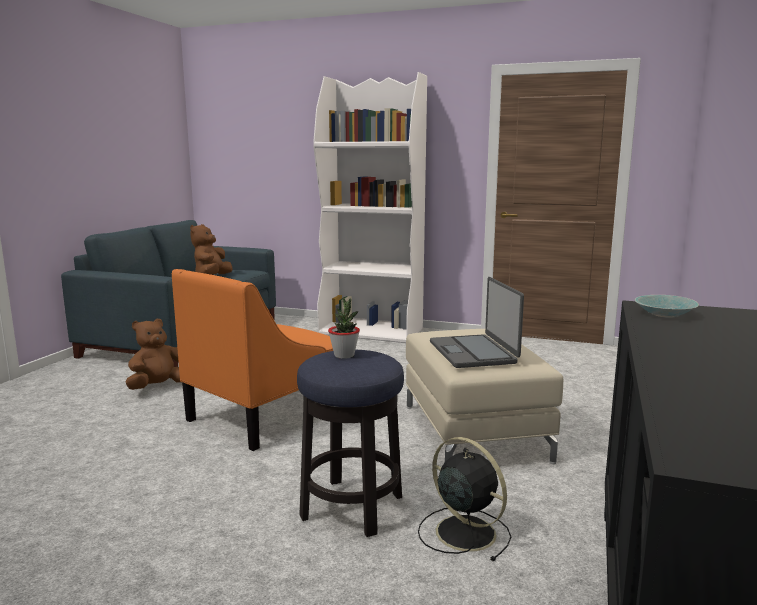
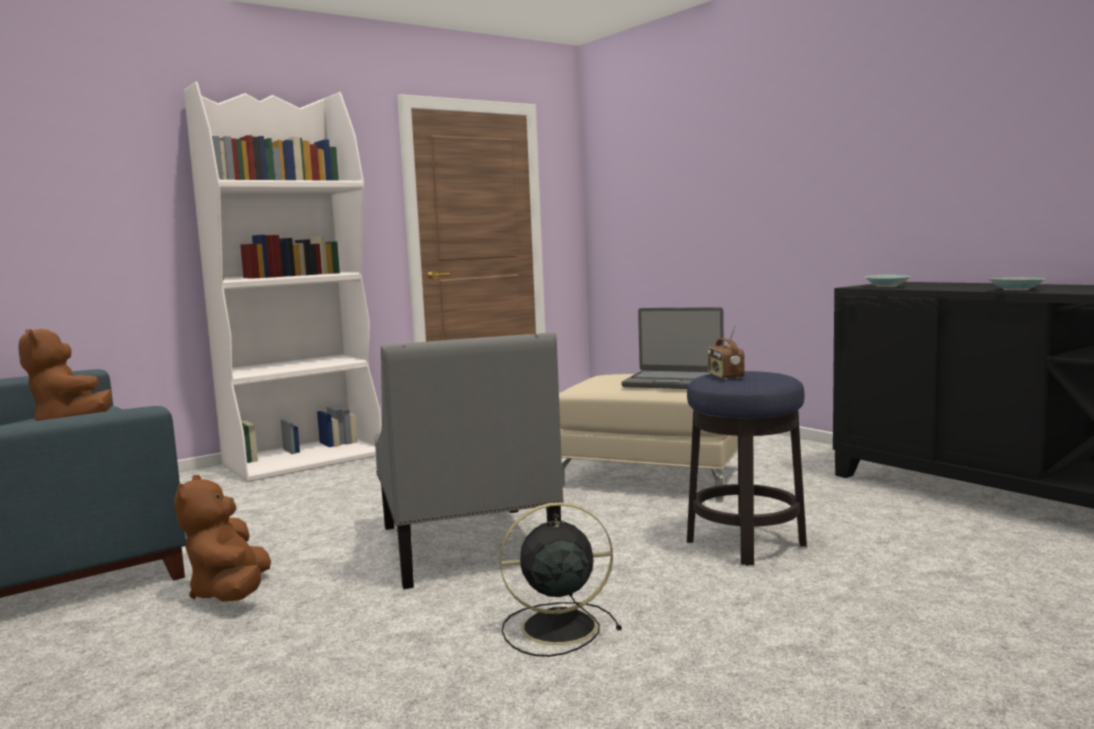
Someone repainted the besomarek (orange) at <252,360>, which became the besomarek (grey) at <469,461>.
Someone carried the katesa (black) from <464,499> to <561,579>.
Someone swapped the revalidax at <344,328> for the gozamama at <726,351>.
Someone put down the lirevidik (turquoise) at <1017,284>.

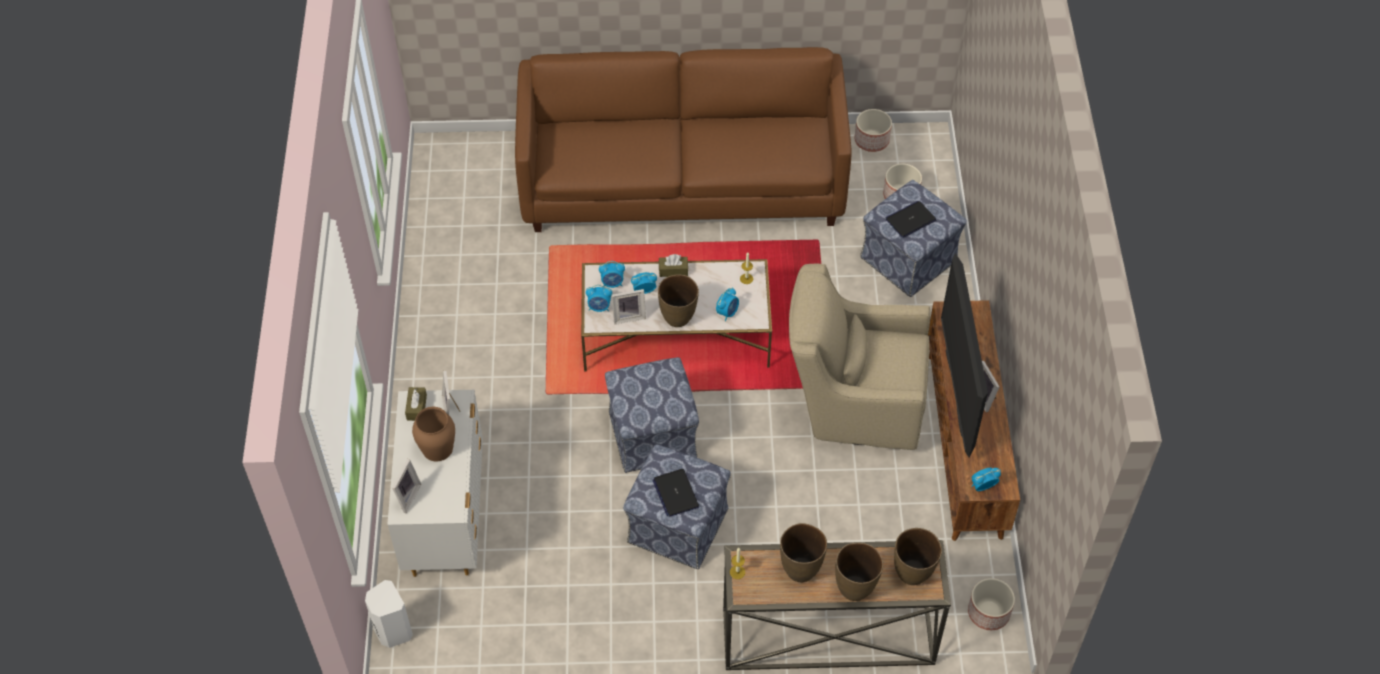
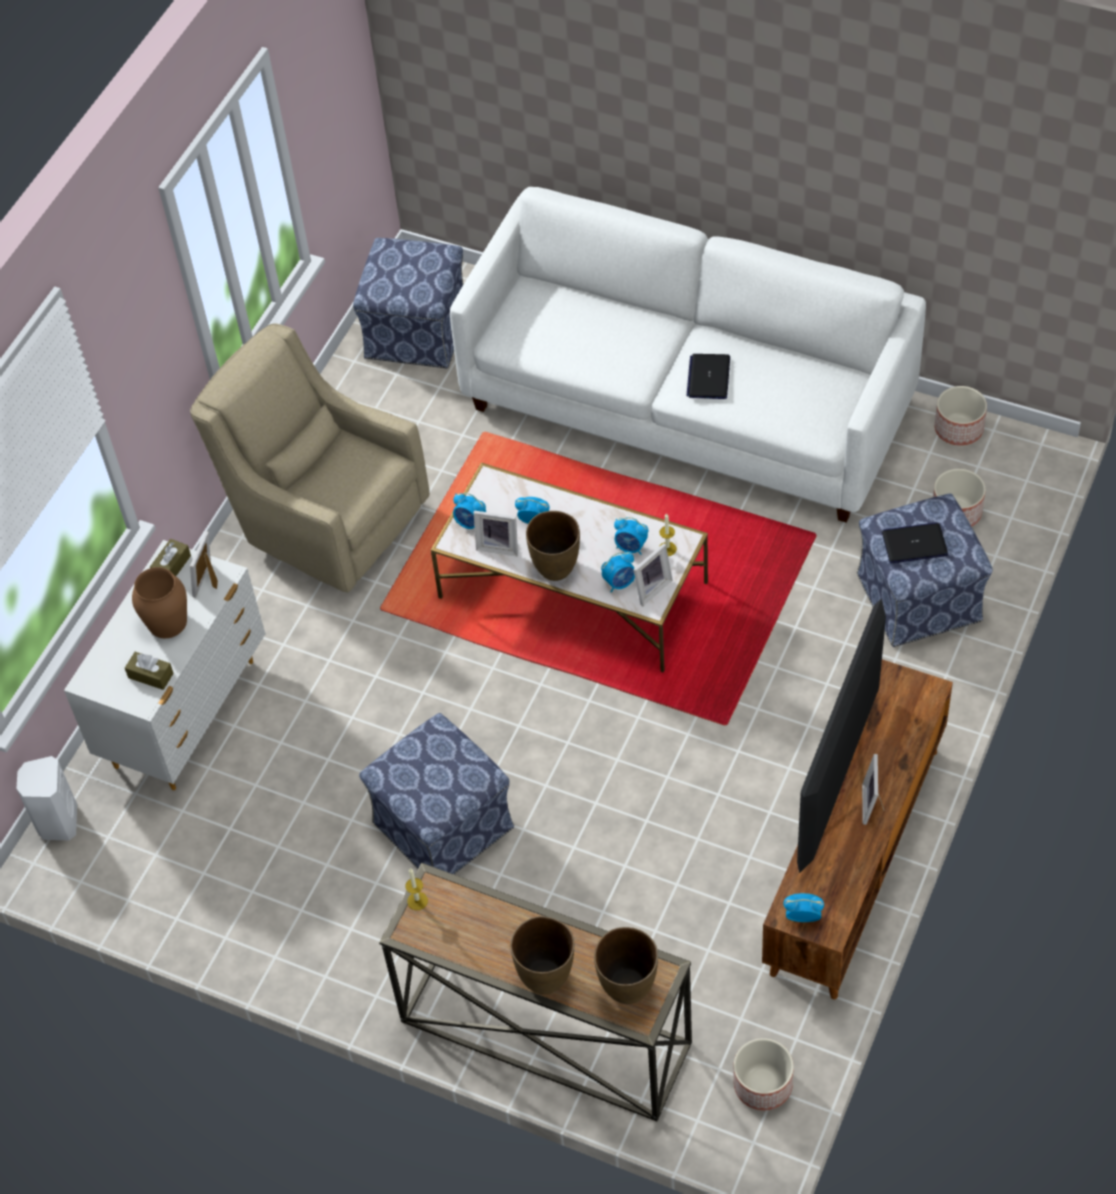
Someone carried the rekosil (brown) from <673,265> to <149,671>.
Someone carried the besomarek (beige) from <859,357> to <310,457>.
Someone carried the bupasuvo from <652,415> to <408,303>.
Someone repainted the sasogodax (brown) at <683,139>, which became the sasogodax (white) at <688,355>.
Someone carried the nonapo from <612,274> to <631,536>.
Someone carried the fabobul from <406,486> to <653,574>.
Someone carried the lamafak from <676,493> to <708,376>.
Someone took away the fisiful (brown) at <803,552>.

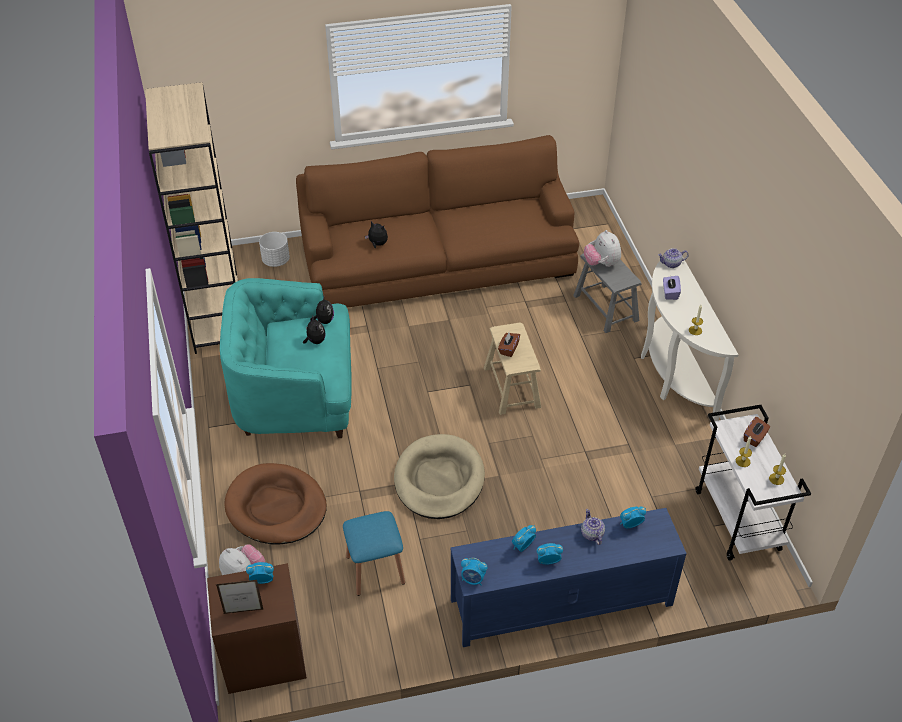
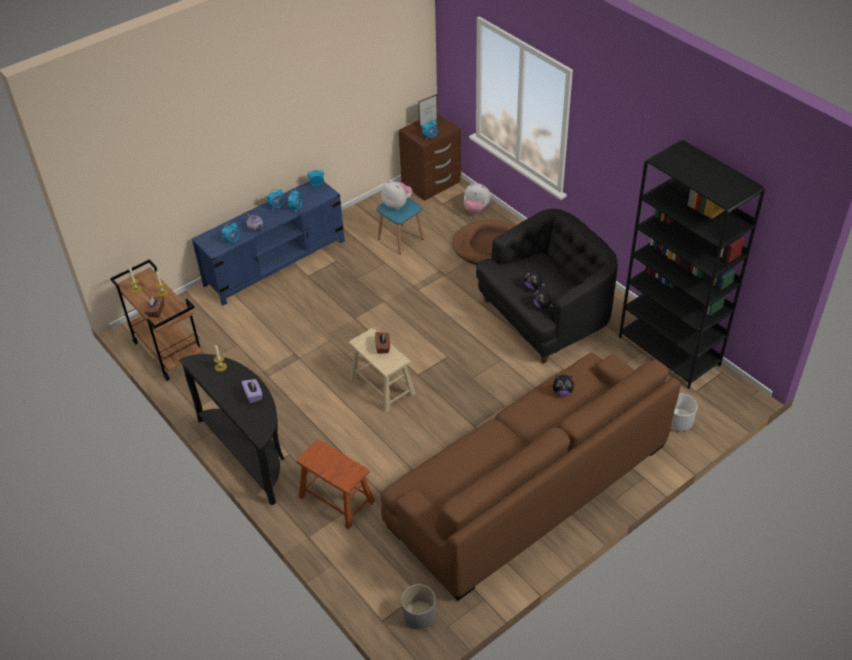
Someone repainted the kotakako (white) at <753,483>, which became the kotakako (brown) at <156,320>.
Someone repainted the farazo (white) at <690,338>, which became the farazo (black) at <231,430>.
Someone repainted the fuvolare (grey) at <607,293>, which became the fuvolare (brown) at <335,484>.
Someone carried the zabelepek from <602,248> to <397,195>.
Someone put down the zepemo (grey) at <418,607>.
Someone repainted the besomarek (turquoise) at <286,358>, which became the besomarek (black) at <547,286>.
Someone repainted the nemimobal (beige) at <191,218>, which became the nemimobal (black) at <692,264>.
Someone took away the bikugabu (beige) at <439,476>.
Someone took away the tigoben at <673,258>.

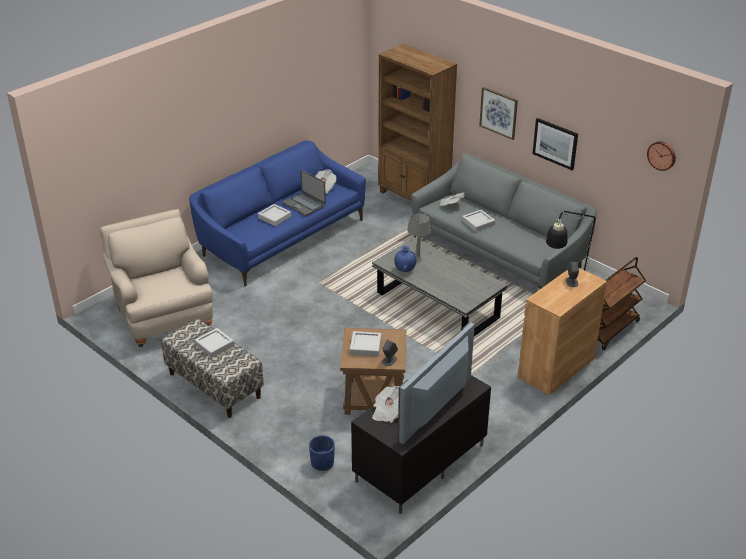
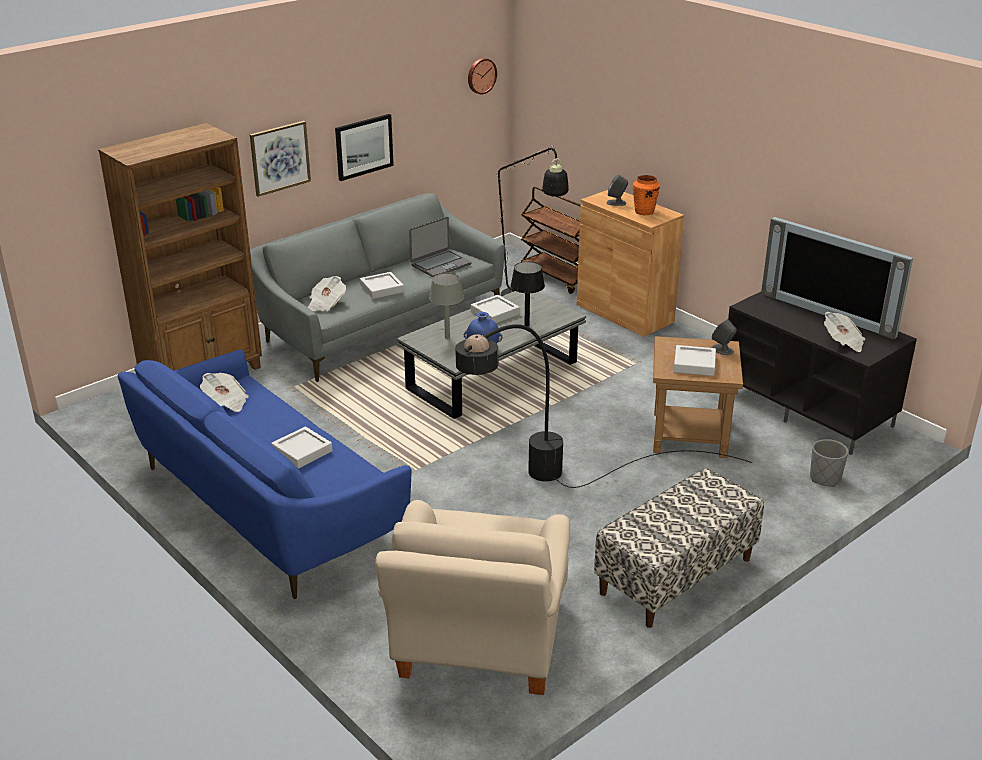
Someone rotated the besomarek (beige) at <156,278> by 60 degrees counterclockwise.
Someone carried the lamafak from <304,193> to <440,247>.
Someone put down the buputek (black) at <604,406>.
Someone carried the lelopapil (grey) from <214,343> to <495,309>.
Someone put down the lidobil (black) at <528,294>.
Someone put down the fisiful (orange) at <646,195>.
Someone repainted the zepemo (blue) at <322,453>, which became the zepemo (grey) at <829,463>.

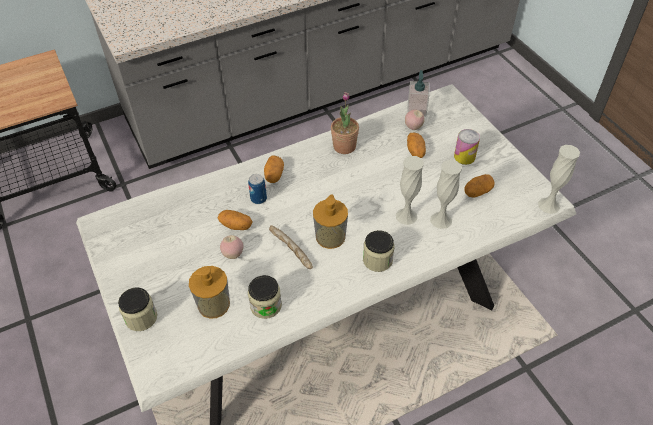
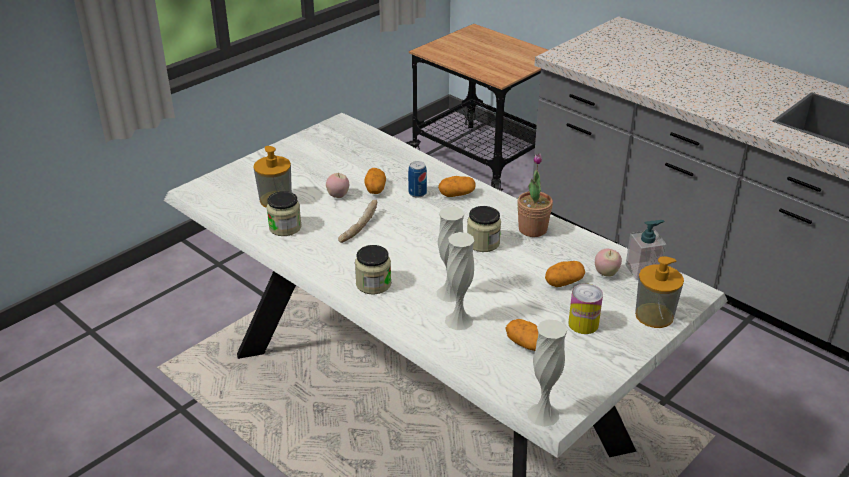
Someone carried the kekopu from <137,309> to <484,229>.
Someone carried the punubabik from <330,221> to <659,292>.

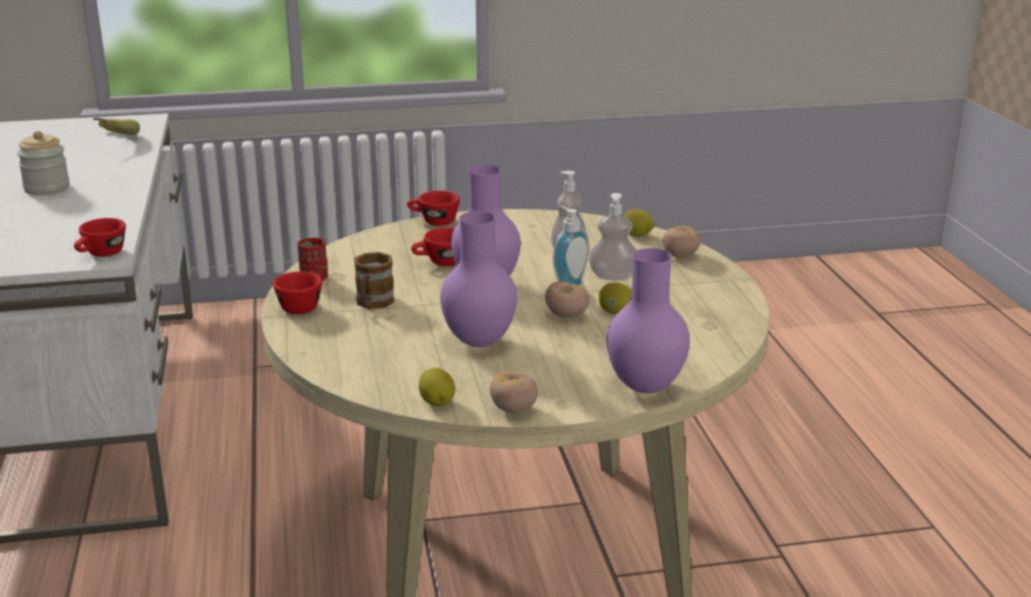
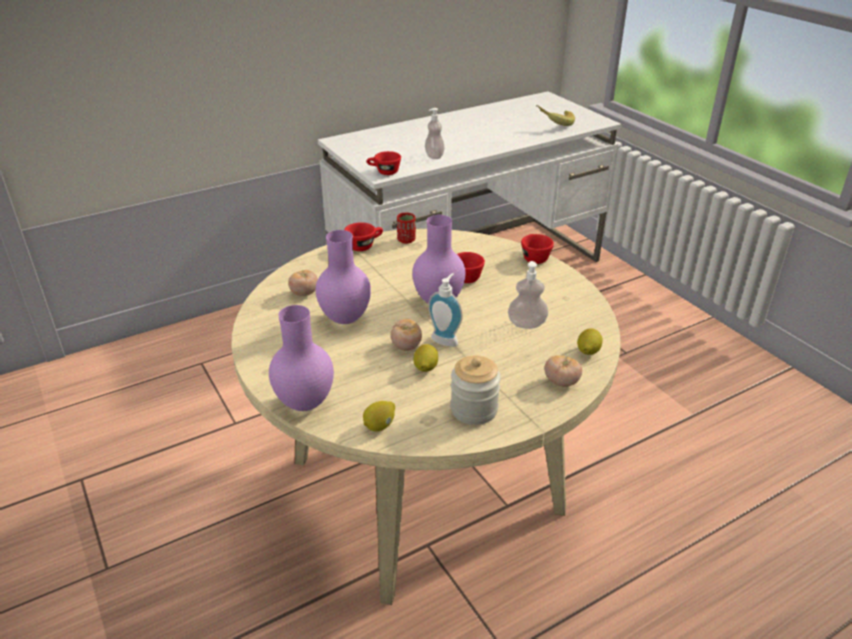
Someone carried the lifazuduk from <514,391> to <303,283>.
Someone carried the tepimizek from <437,387> to <379,416>.
Someone carried the punubabik from <612,237> to <435,133>.
Someone carried the kekopu from <43,163> to <475,390>.
Someone took away the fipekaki at <374,280>.

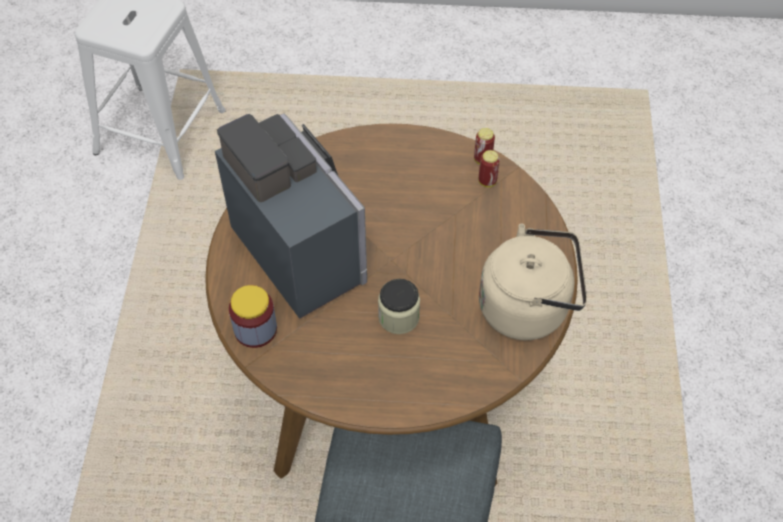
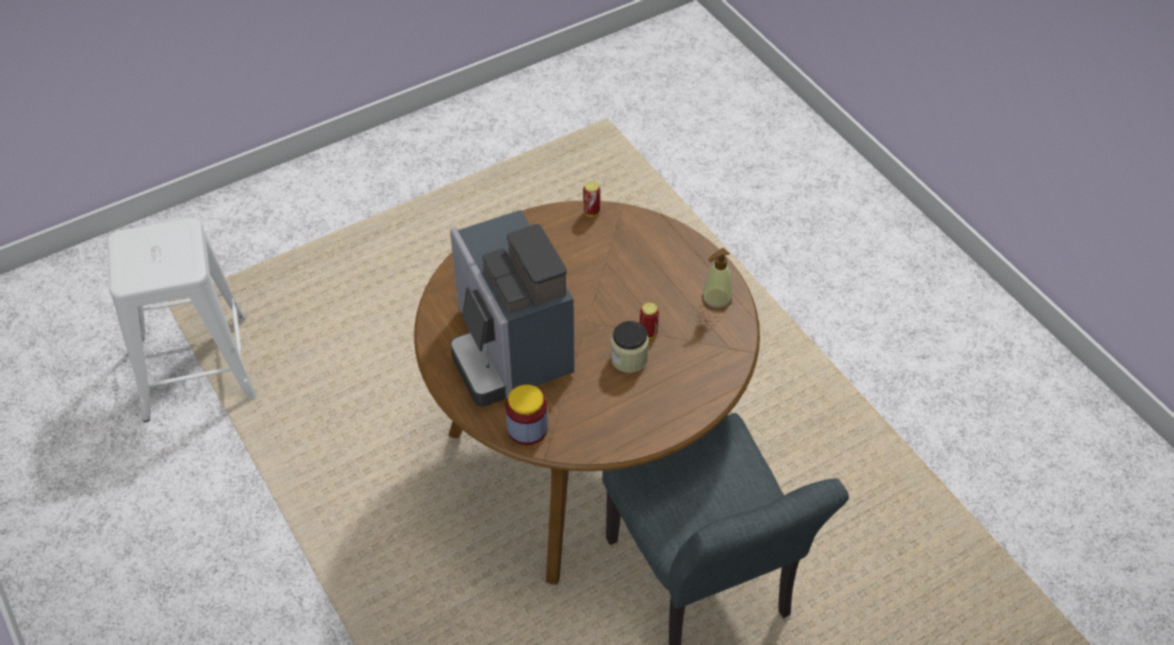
Someone rotated the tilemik at <291,216> by 135 degrees counterclockwise.
Someone carried the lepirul from <489,168> to <649,321>.
Someone swapped the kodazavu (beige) at <533,281> for the punubabik at <717,279>.

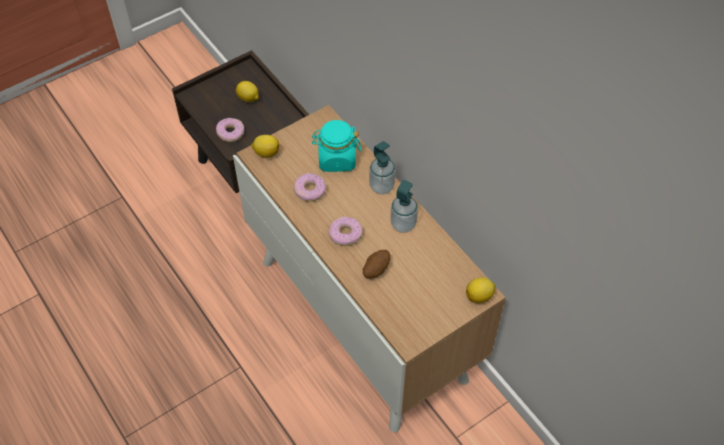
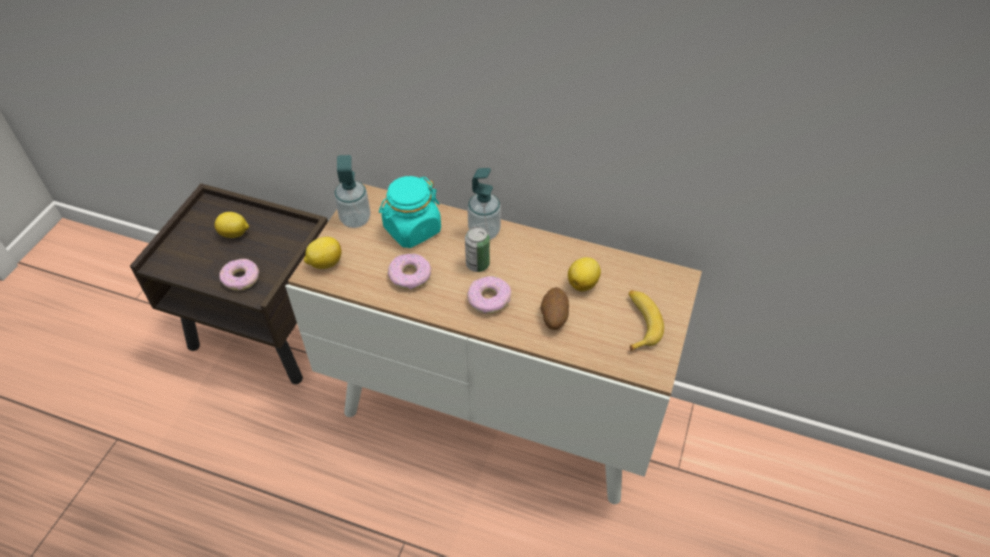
Someone carried the punubabik from <404,206> to <352,191>.
Someone put down the lepirul at <477,249>.
Someone carried the tepimizek from <480,290> to <584,274>.
Someone put down the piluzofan at <646,320>.

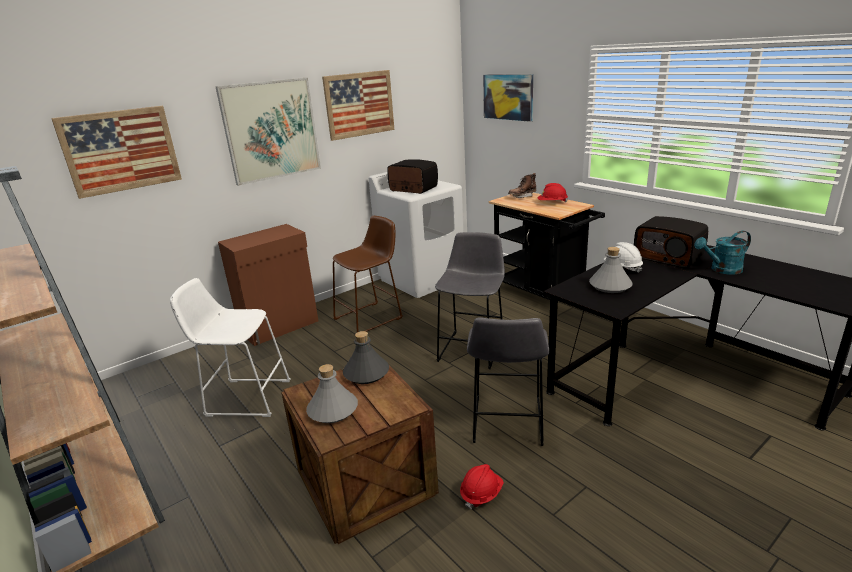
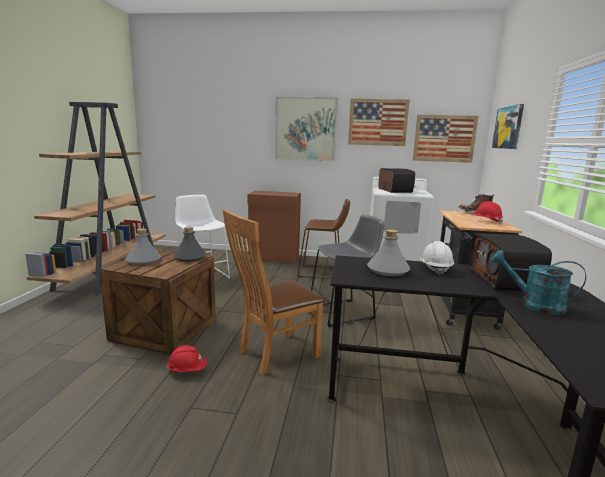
Someone swapped the fuvolare (grey) at <508,381> for the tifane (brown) at <274,292>.
Someone carried the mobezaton from <116,152> to <446,138>.

